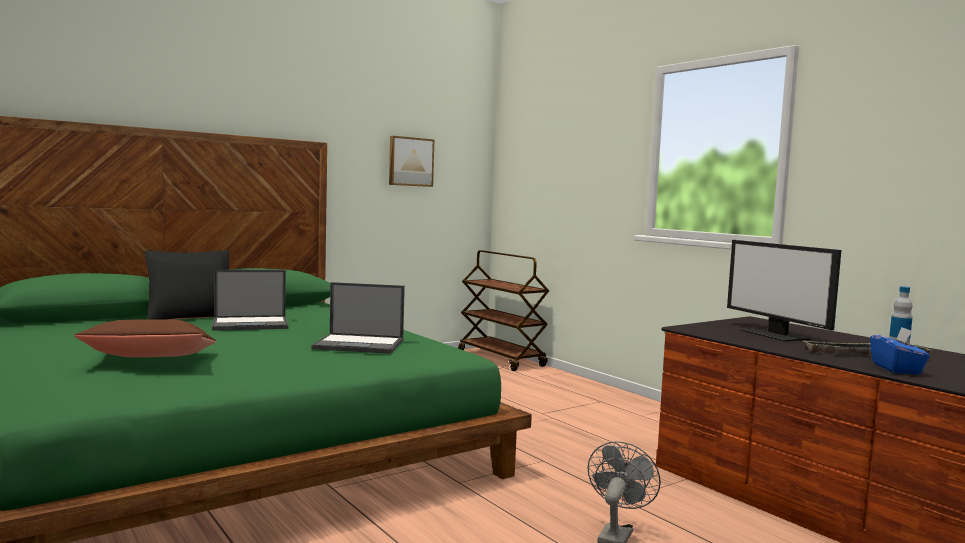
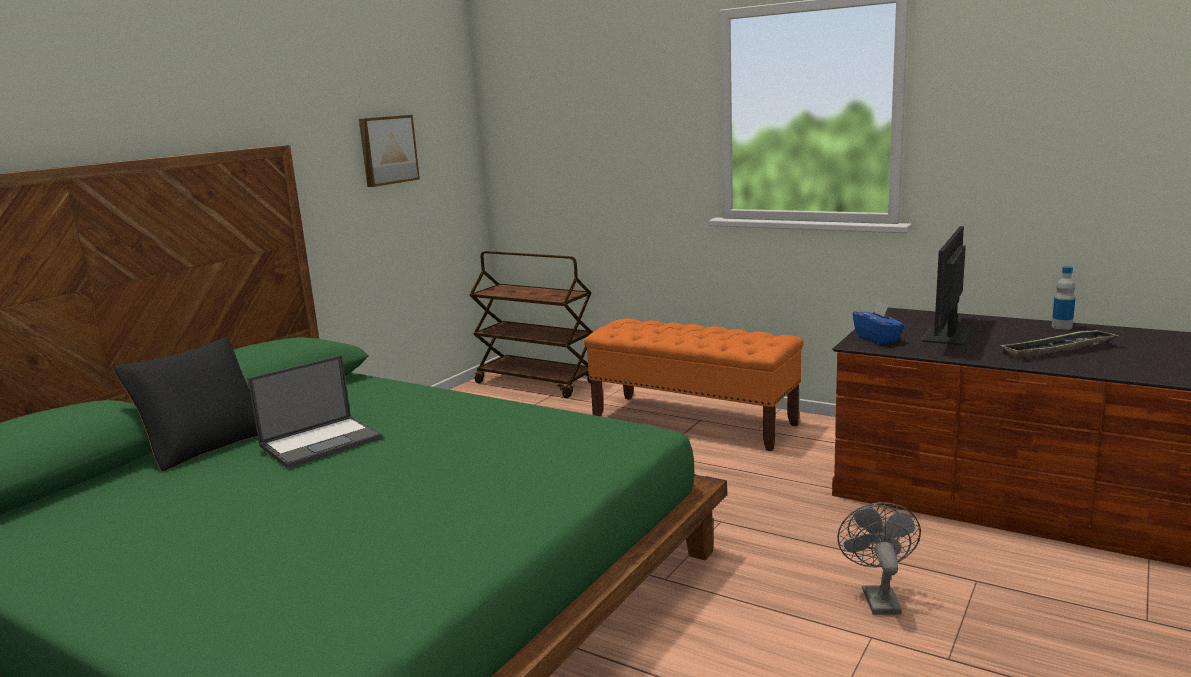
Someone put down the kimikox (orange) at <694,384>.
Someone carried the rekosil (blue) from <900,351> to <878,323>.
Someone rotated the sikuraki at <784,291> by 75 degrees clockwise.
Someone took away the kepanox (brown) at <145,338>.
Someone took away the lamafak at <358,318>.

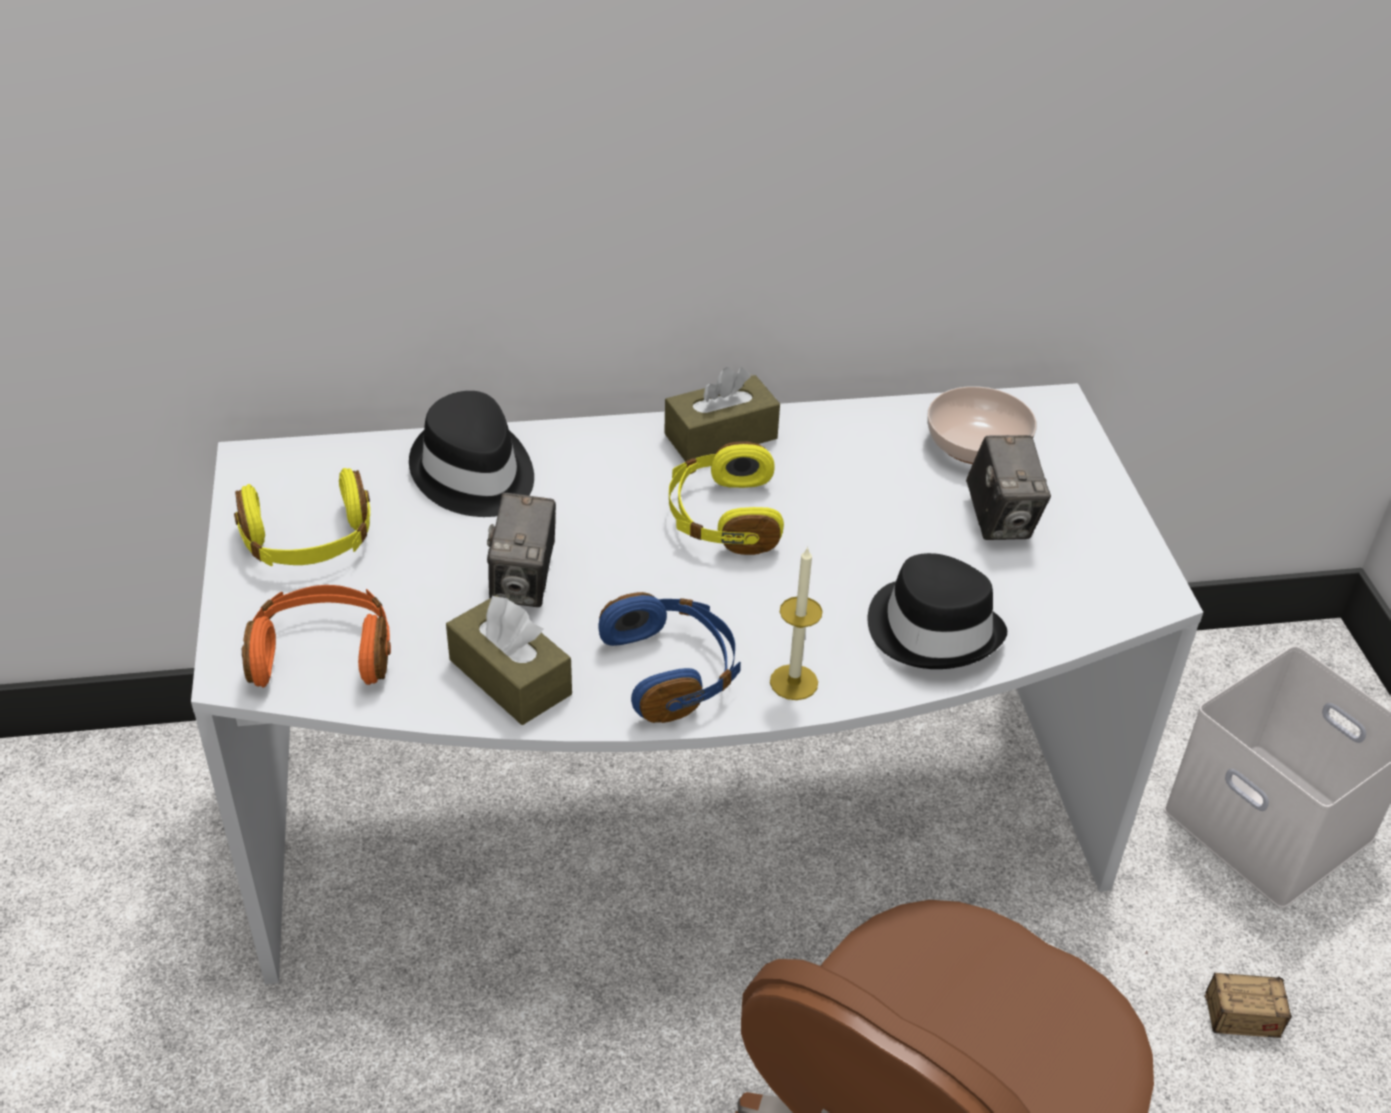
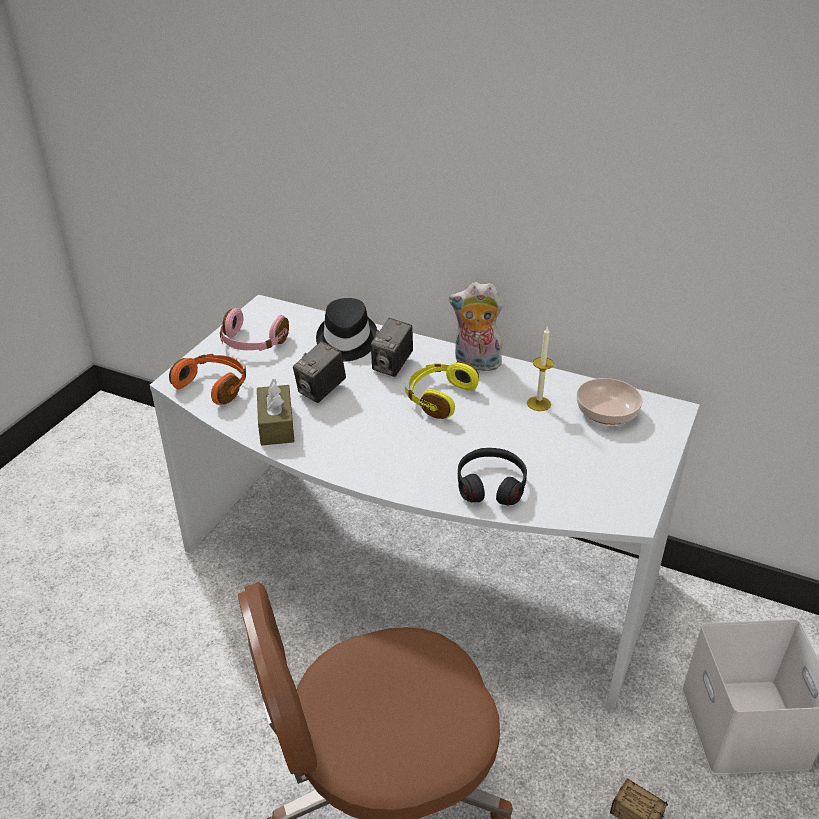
Someone repainted the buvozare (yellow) at <302,517>, which became the buvozare (pink) at <254,329>.
Someone carried the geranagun from <1008,487> to <392,347>.
Someone swapped the rekosil (brown) at <722,414> for the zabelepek at <476,326>.
Someone swapped the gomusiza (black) at <937,611> for the buvozare (black) at <492,476>.
Someone carried the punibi from <796,623> to <540,368>.
Someone took away the buvozare (blue) at <669,657>.

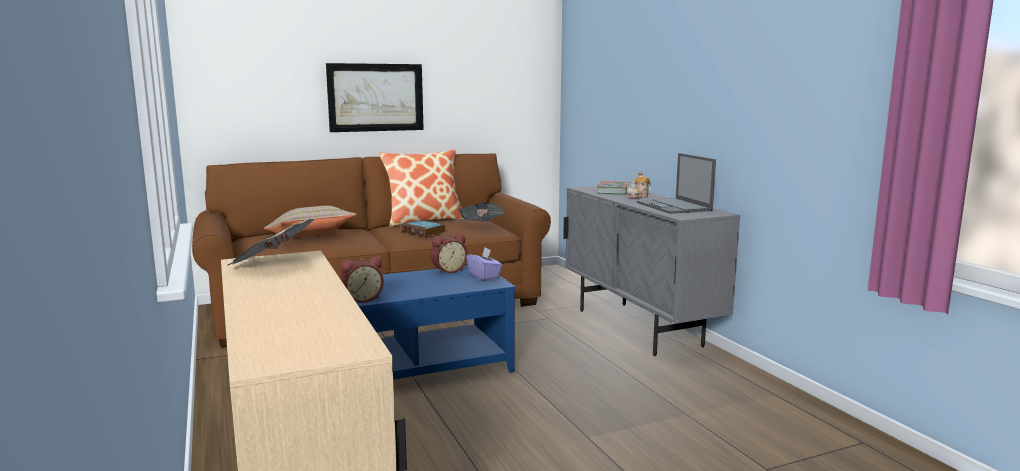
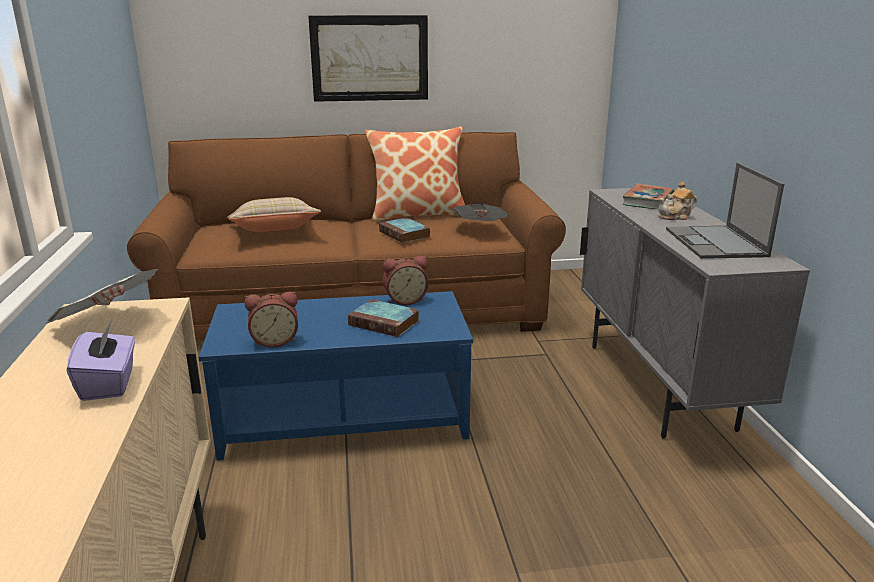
Someone carried the rekosil (purple) from <484,264> to <101,361>.
Someone put down the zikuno at <383,318>.

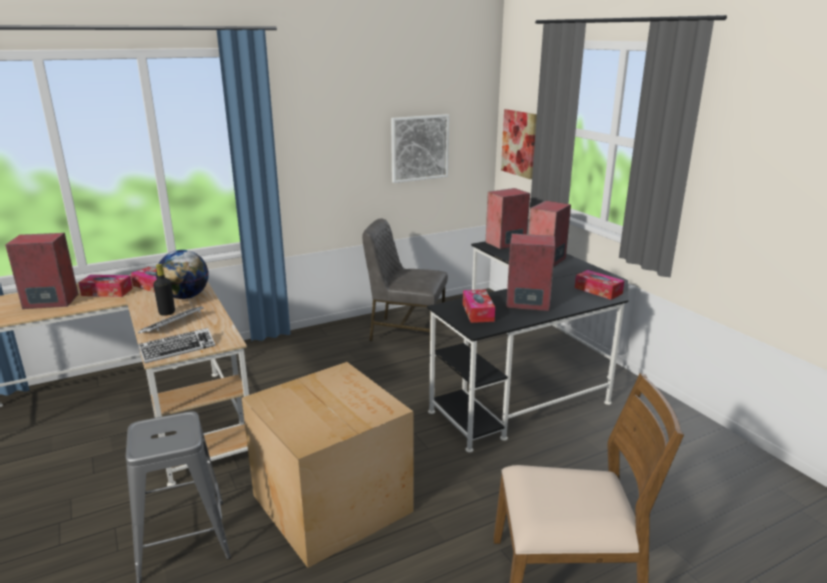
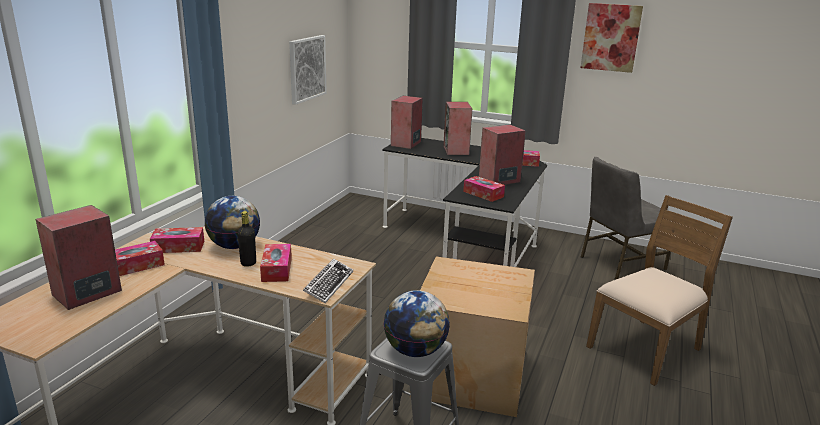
Someone swapped the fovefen at <171,320> for the rekosil at <276,263>.
Someone put down the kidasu at <417,323>.
Someone carried the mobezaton from <519,144> to <612,38>.
Someone carried the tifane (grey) from <405,284> to <626,218>.

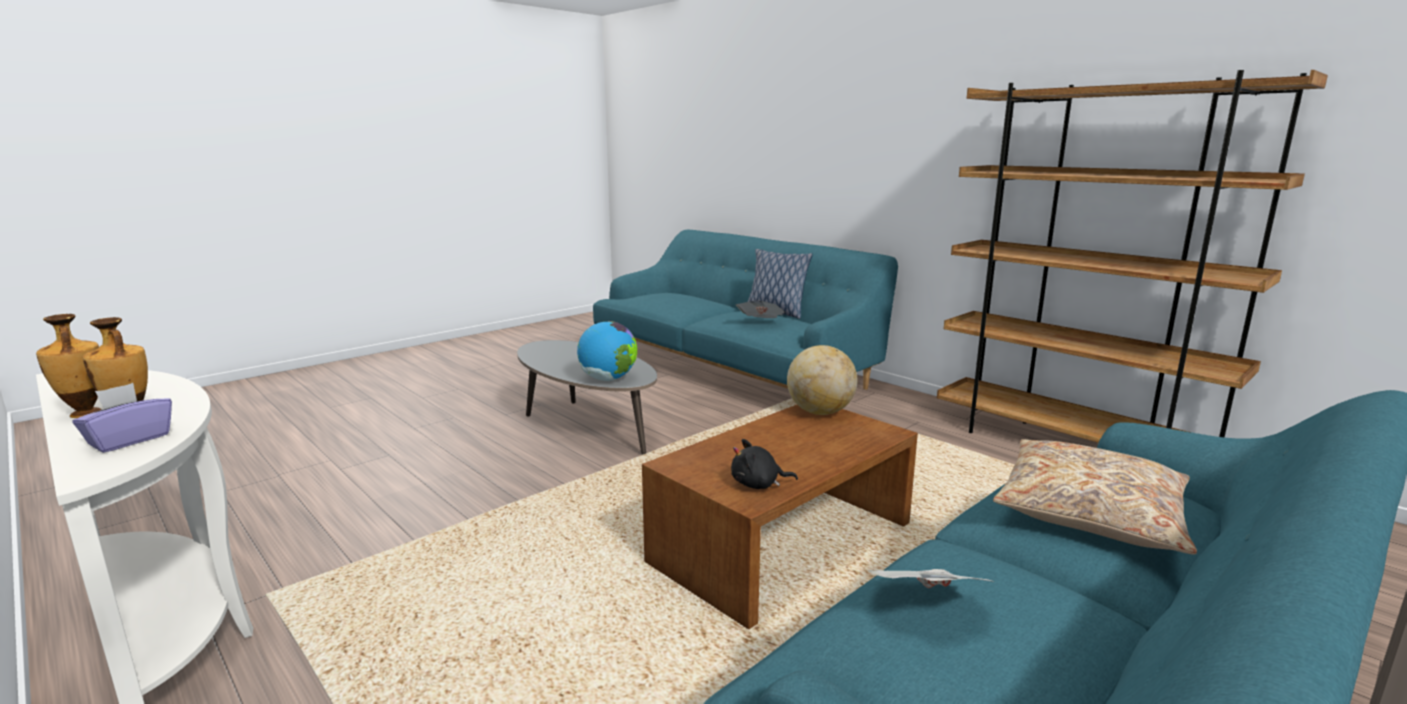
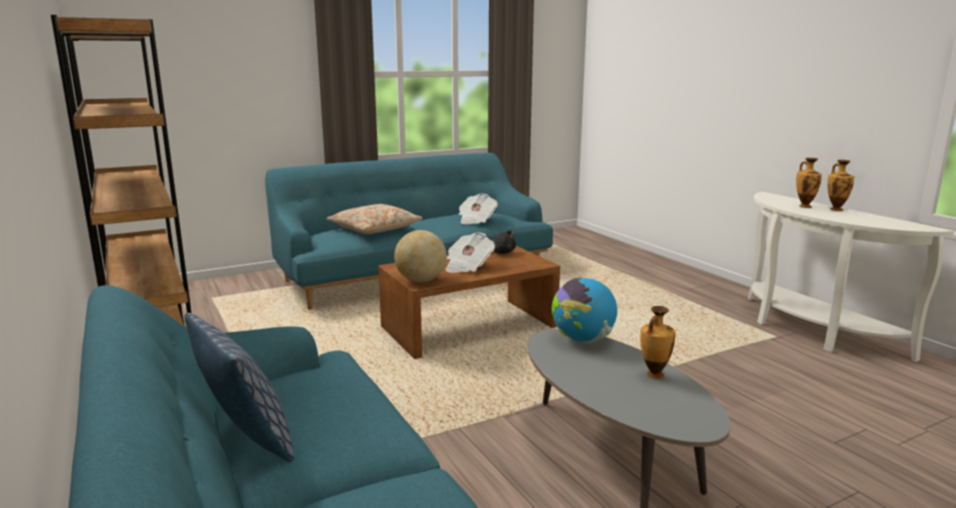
Someone carried the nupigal from <760,309> to <470,252>.
Someone put down the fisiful at <657,343>.
Someone took away the rekosil (purple) at <122,418>.

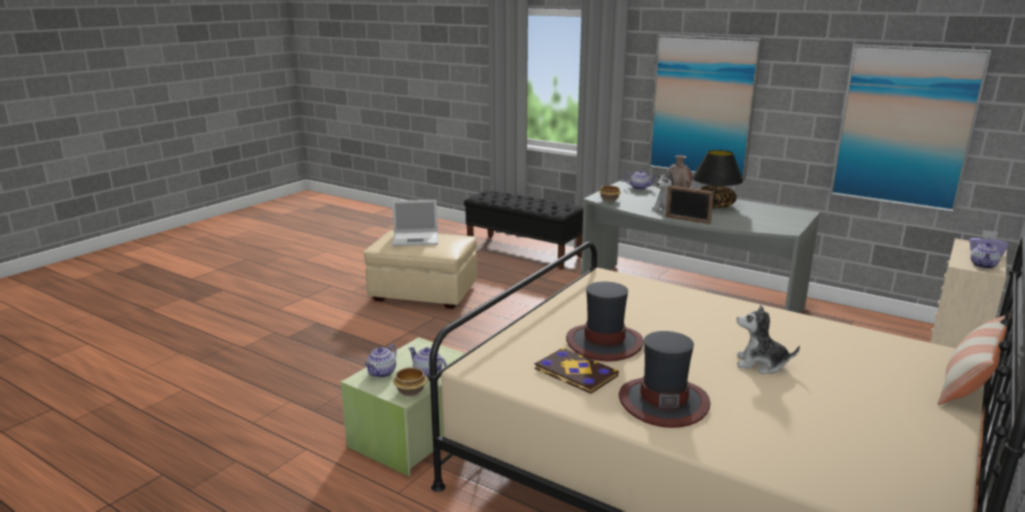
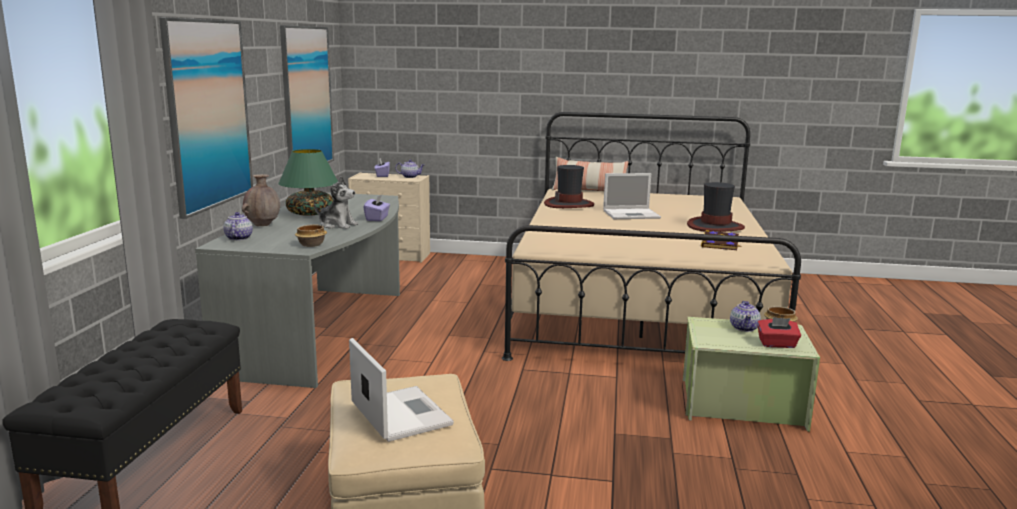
Someone repainted the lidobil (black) at <718,179>, which became the lidobil (green) at <308,182>.
Someone swapped the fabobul at <690,204> for the rekosil (purple) at <377,208>.
Someone carried the gomusiza from <605,321> to <569,186>.
Someone swapped the zabelepek at <768,339> for the lamafak at <632,196>.
Someone swapped the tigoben at <381,360> for the rekosil (red) at <779,332>.

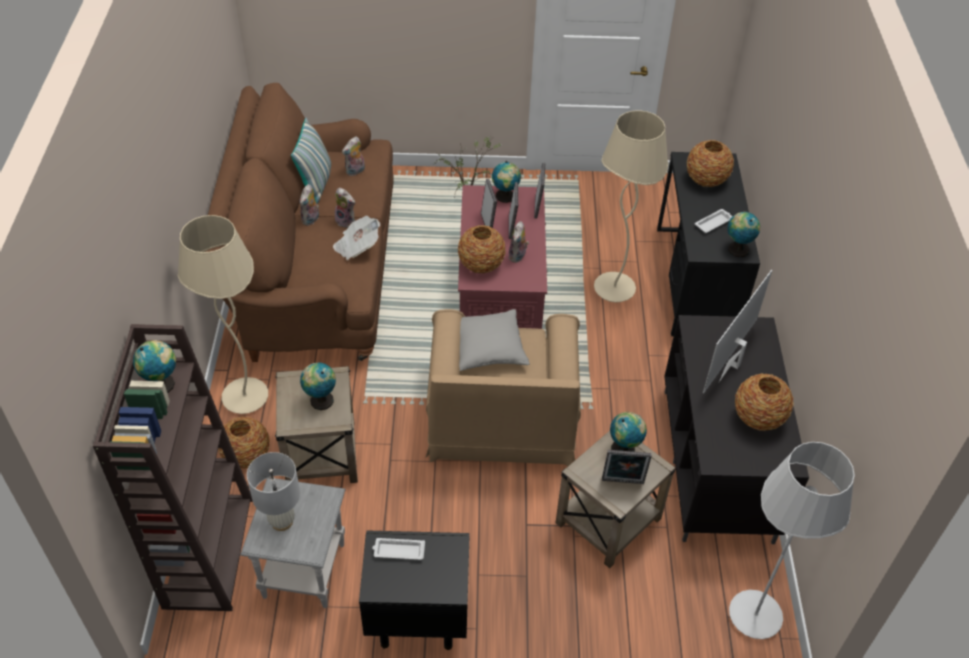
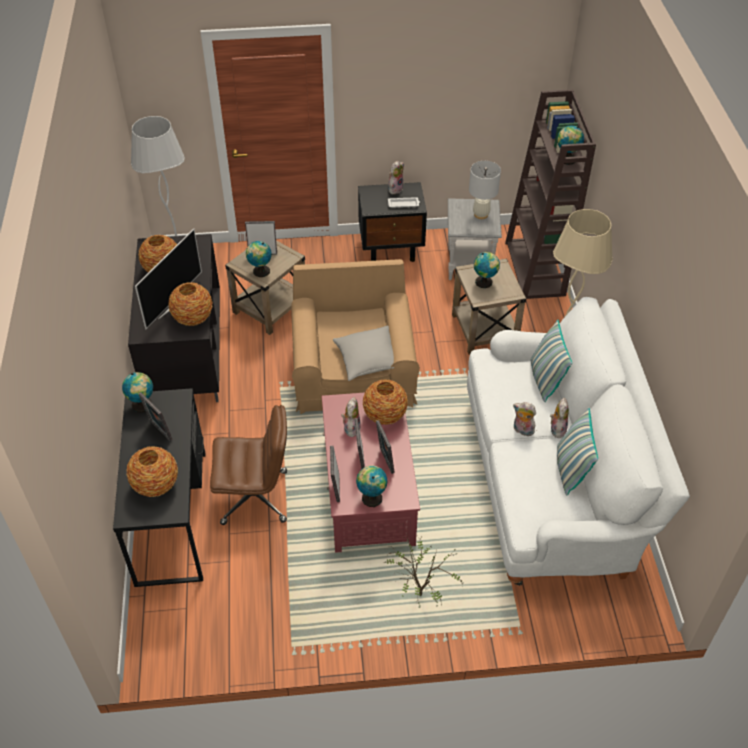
Someone swapped the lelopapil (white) at <714,221> for the fabobul at <156,416>.
Someone carried the fisiful from <244,442> to <190,304>.
Someone swapped the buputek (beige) at <631,206> for the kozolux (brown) at <248,465>.
Someone carried the zabelepek from <353,156> to <396,177>.
Someone repainted the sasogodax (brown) at <299,222>, which became the sasogodax (white) at <578,441>.
Someone put down the kepanox at <551,361>.
Someone took away the nupigal at <356,238>.

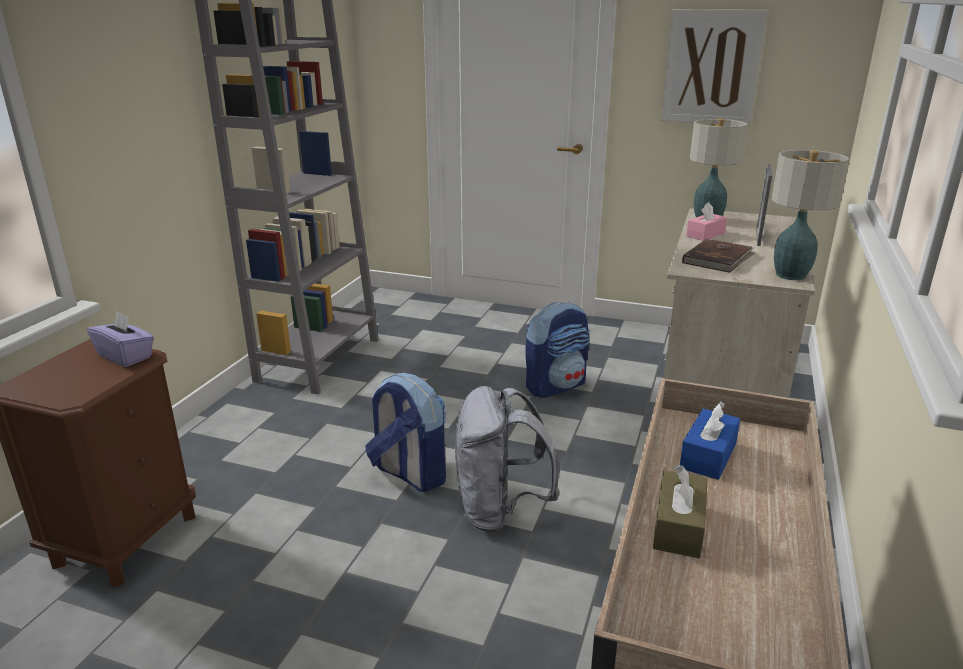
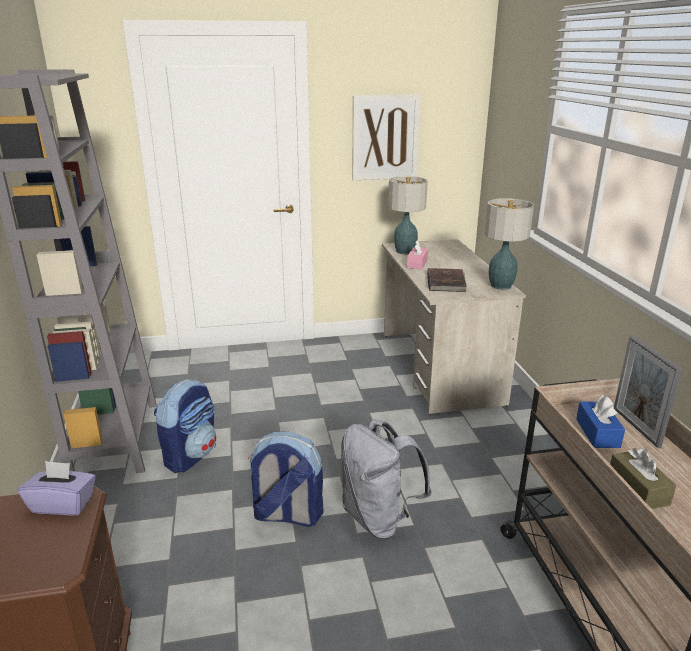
Someone carried the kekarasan from <557,349> to <185,426>.
Someone carried the fabobul from <764,205> to <648,391>.

